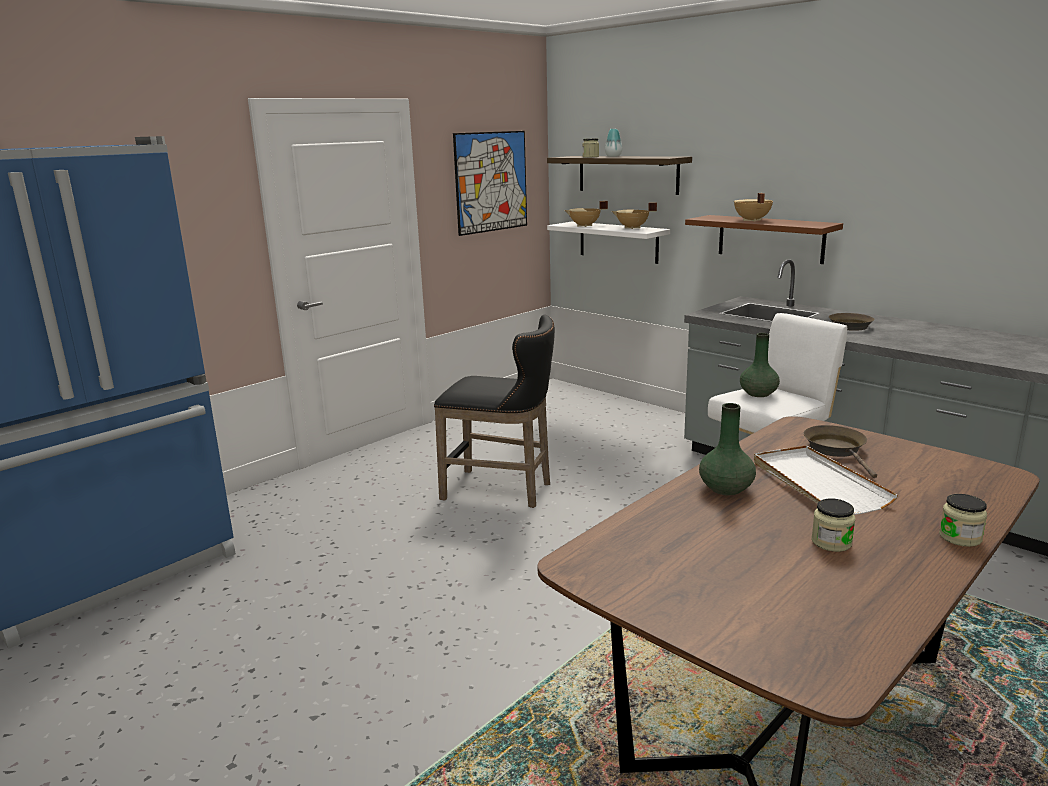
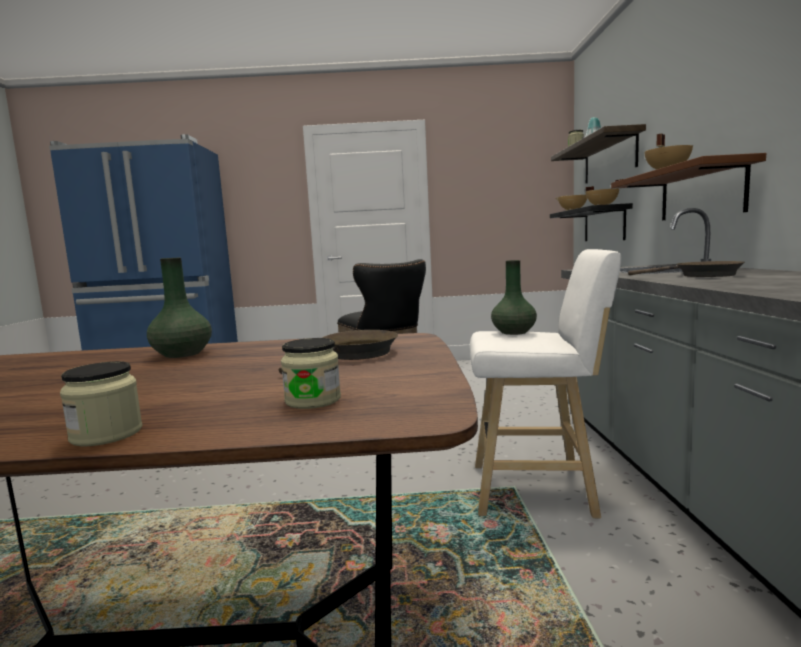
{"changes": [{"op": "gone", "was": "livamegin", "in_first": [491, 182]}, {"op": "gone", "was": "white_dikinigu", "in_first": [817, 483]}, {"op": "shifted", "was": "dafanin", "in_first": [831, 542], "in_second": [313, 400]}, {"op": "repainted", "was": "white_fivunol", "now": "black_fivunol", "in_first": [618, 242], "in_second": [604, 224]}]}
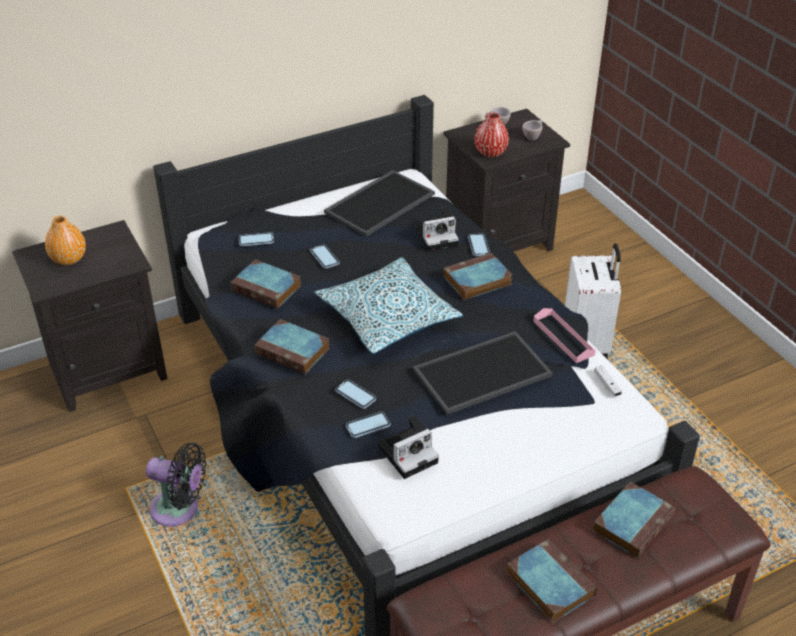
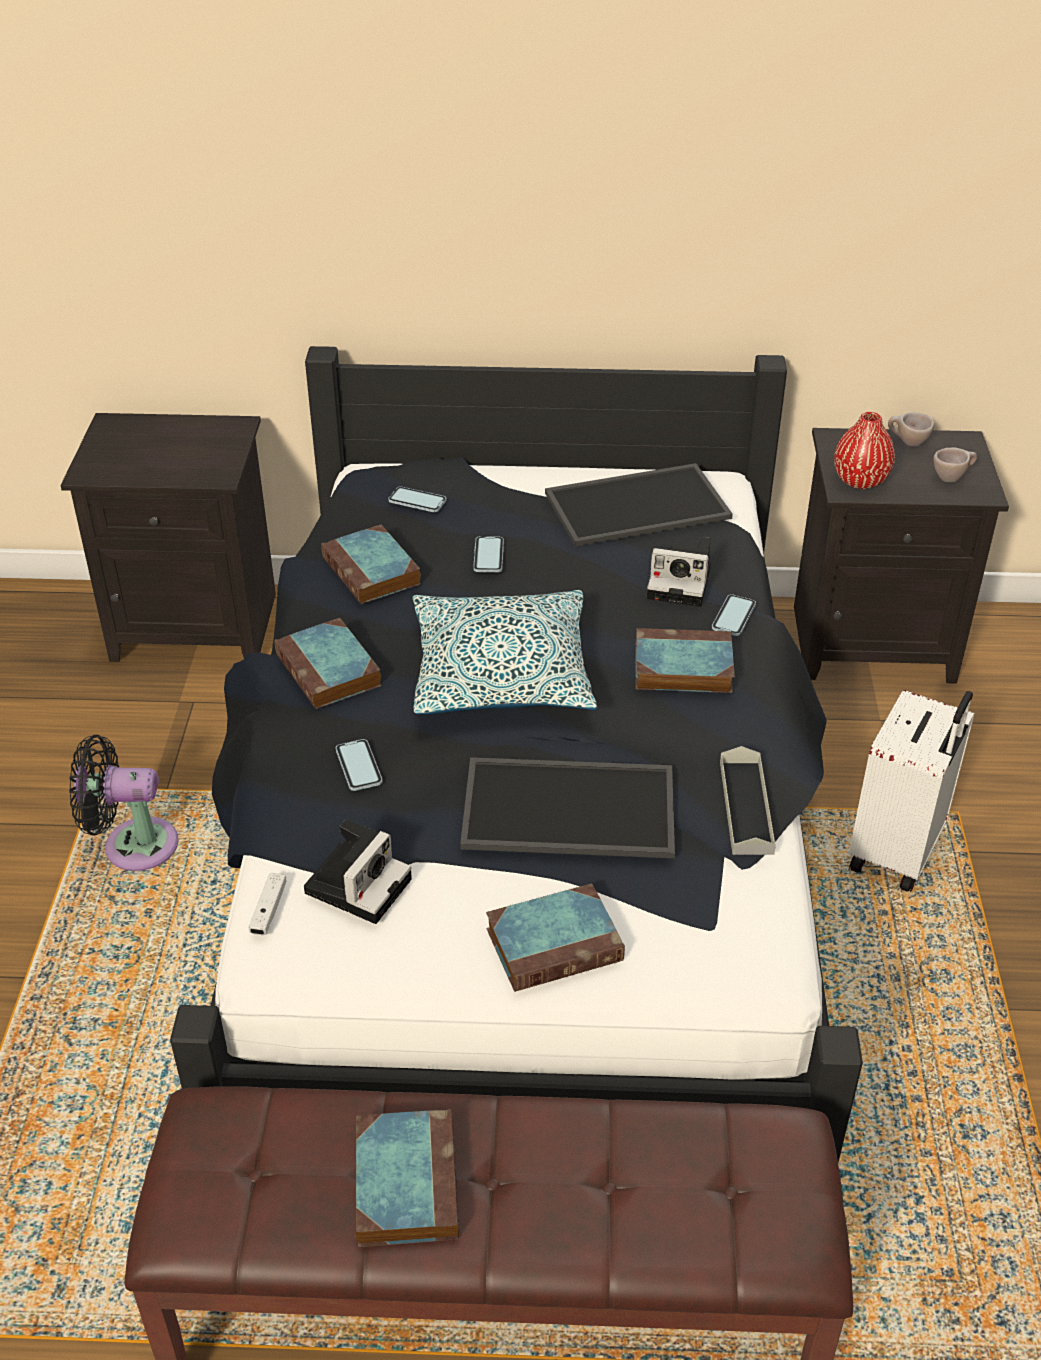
{"changes": [{"op": "gone", "was": "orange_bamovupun", "in_first": [68, 258]}, {"op": "gone", "was": "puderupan", "in_first": [368, 426]}, {"op": "shifted", "was": "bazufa", "in_first": [633, 522], "in_second": [556, 943]}, {"op": "shifted", "was": "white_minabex", "in_first": [607, 385], "in_second": [269, 910]}, {"op": "repainted", "was": "pink_dikinigu", "now": "grey_dikinigu", "in_first": [563, 338], "in_second": [746, 807]}, {"op": "rotated", "was": "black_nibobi", "in_first": [179, 510], "in_second": [133, 845], "clockwise": 135}, {"op": "rotated", "was": "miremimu", "in_first": [409, 453], "in_second": [359, 883], "clockwise": -60}]}
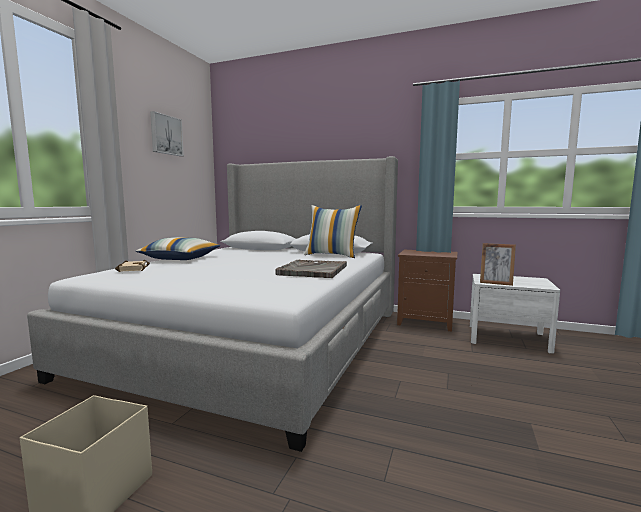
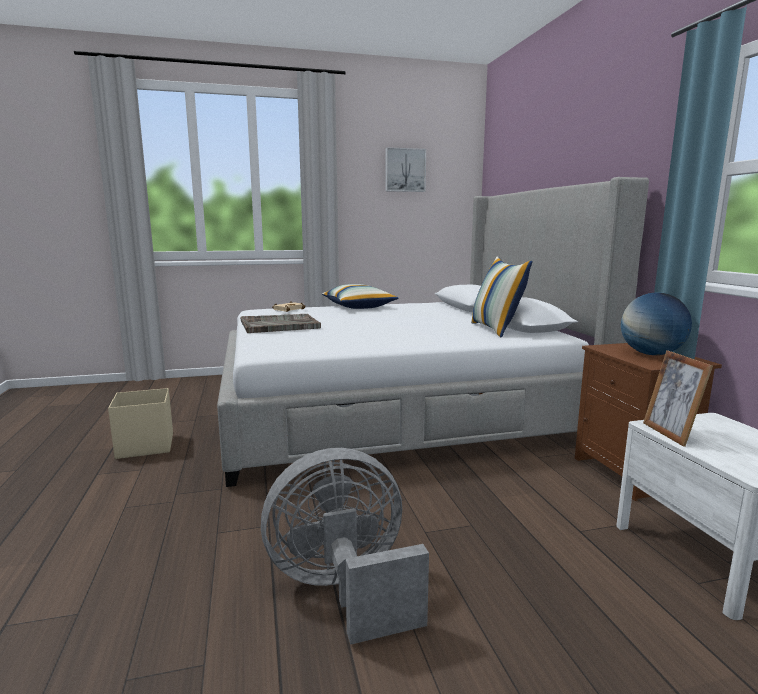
{"changes": [{"op": "new", "now": "grey_nibobi", "in_second": [344, 590]}, {"op": "new", "now": "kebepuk", "in_second": [651, 354]}, {"op": "shifted", "was": "grey_dikinigu", "in_first": [312, 270], "in_second": [278, 325]}]}
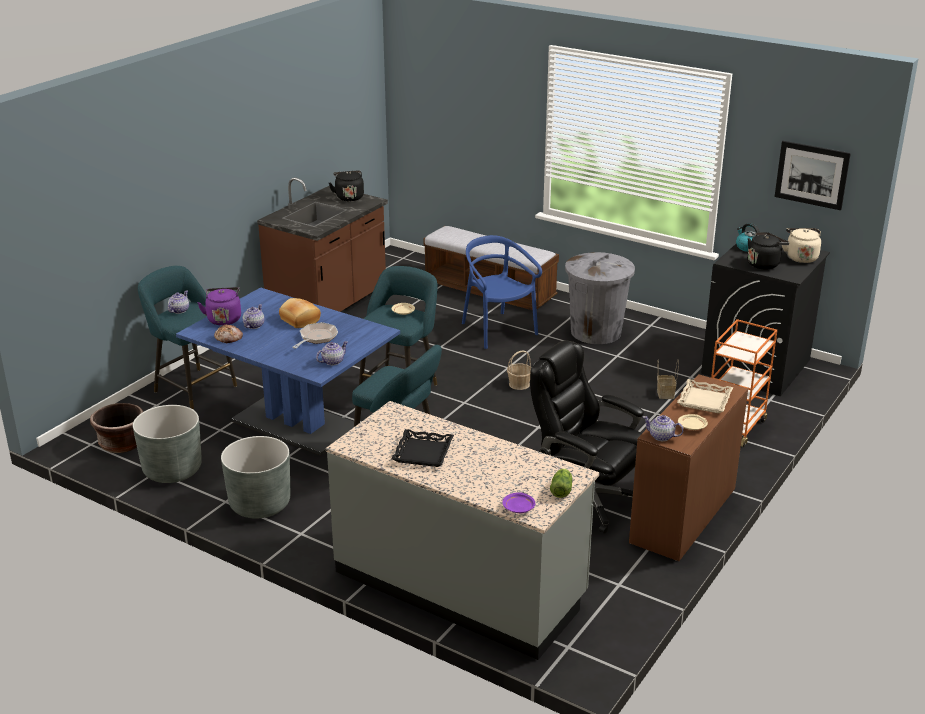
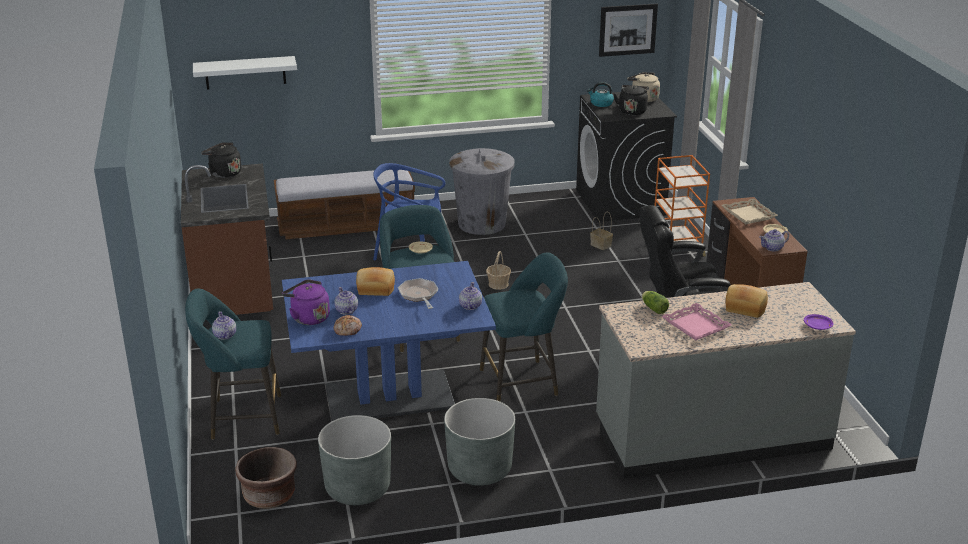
{"changes": [{"op": "new", "now": "white_fivunol", "in_second": [245, 72]}, {"op": "new", "now": "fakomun", "in_second": [745, 307]}, {"op": "shifted", "was": "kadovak", "in_first": [561, 489], "in_second": [653, 308]}, {"op": "repainted", "was": "black_dikinigu", "now": "pink_dikinigu", "in_first": [423, 453], "in_second": [696, 326]}]}
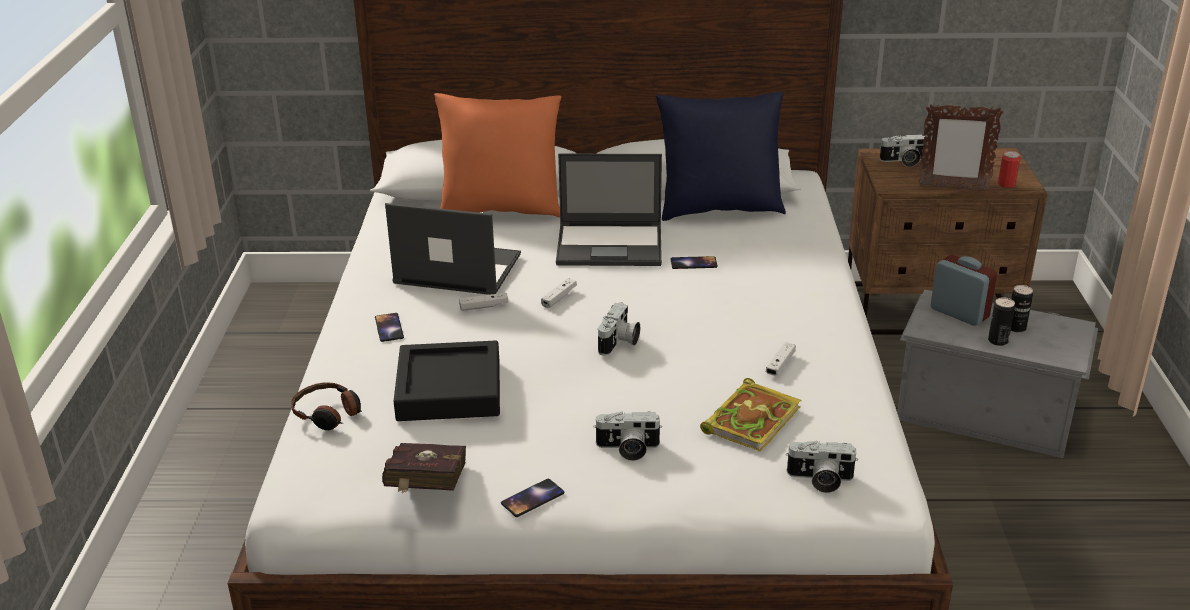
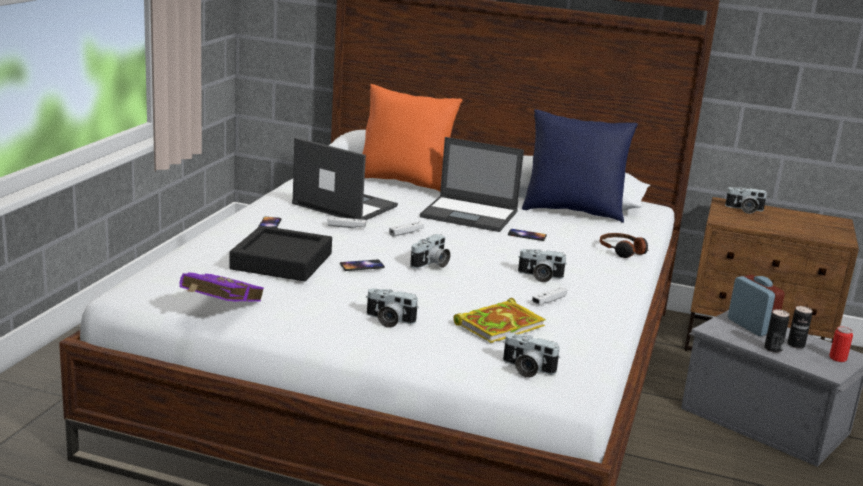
{"changes": [{"op": "gone", "was": "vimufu", "in_first": [952, 188]}, {"op": "new", "now": "miremimu", "in_second": [539, 277]}, {"op": "shifted", "was": "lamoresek", "in_first": [328, 414], "in_second": [623, 251]}, {"op": "shifted", "was": "puderupan", "in_first": [533, 498], "in_second": [362, 266]}, {"op": "shifted", "was": "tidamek", "in_first": [1006, 184], "in_second": [837, 358]}, {"op": "repainted", "was": "red_bazufa", "now": "purple_bazufa", "in_first": [426, 491], "in_second": [219, 309]}]}
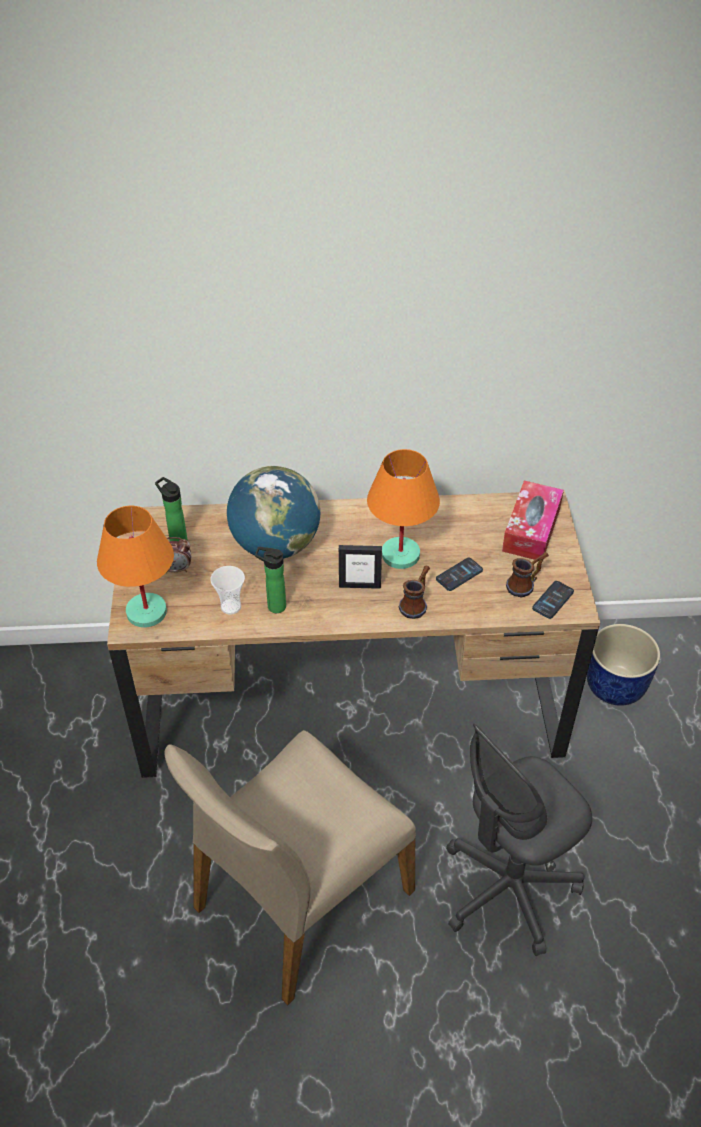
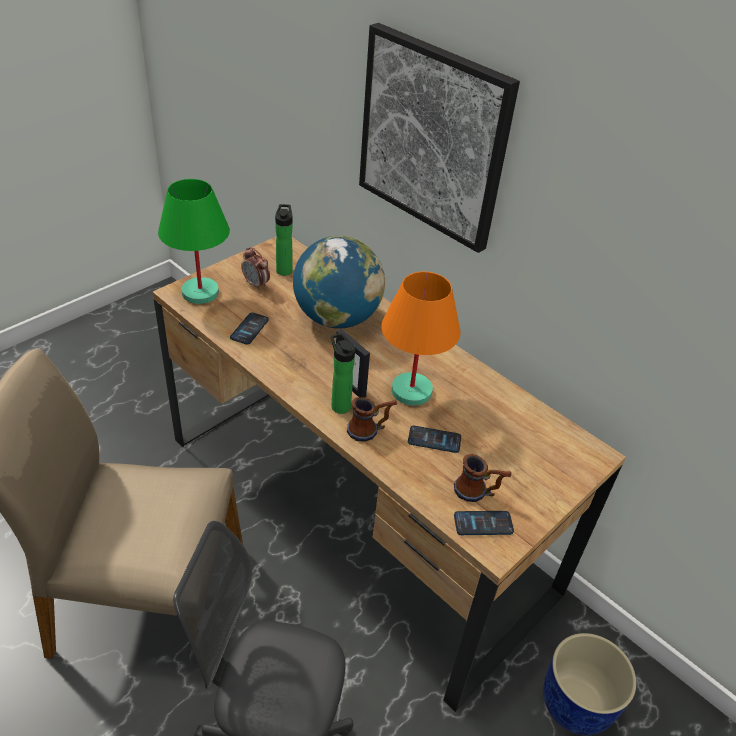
{"changes": [{"op": "gone", "was": "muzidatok", "in_first": [531, 529]}, {"op": "new", "now": "livamegin", "in_second": [433, 137]}, {"op": "shifted", "was": "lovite", "in_first": [273, 606], "in_second": [339, 405]}, {"op": "swapped", "was": "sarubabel", "now": "puderupan", "in_first": [231, 606], "in_second": [249, 329]}, {"op": "repainted", "was": "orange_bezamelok", "now": "green_bezamelok", "in_first": [146, 613], "in_second": [199, 293]}]}
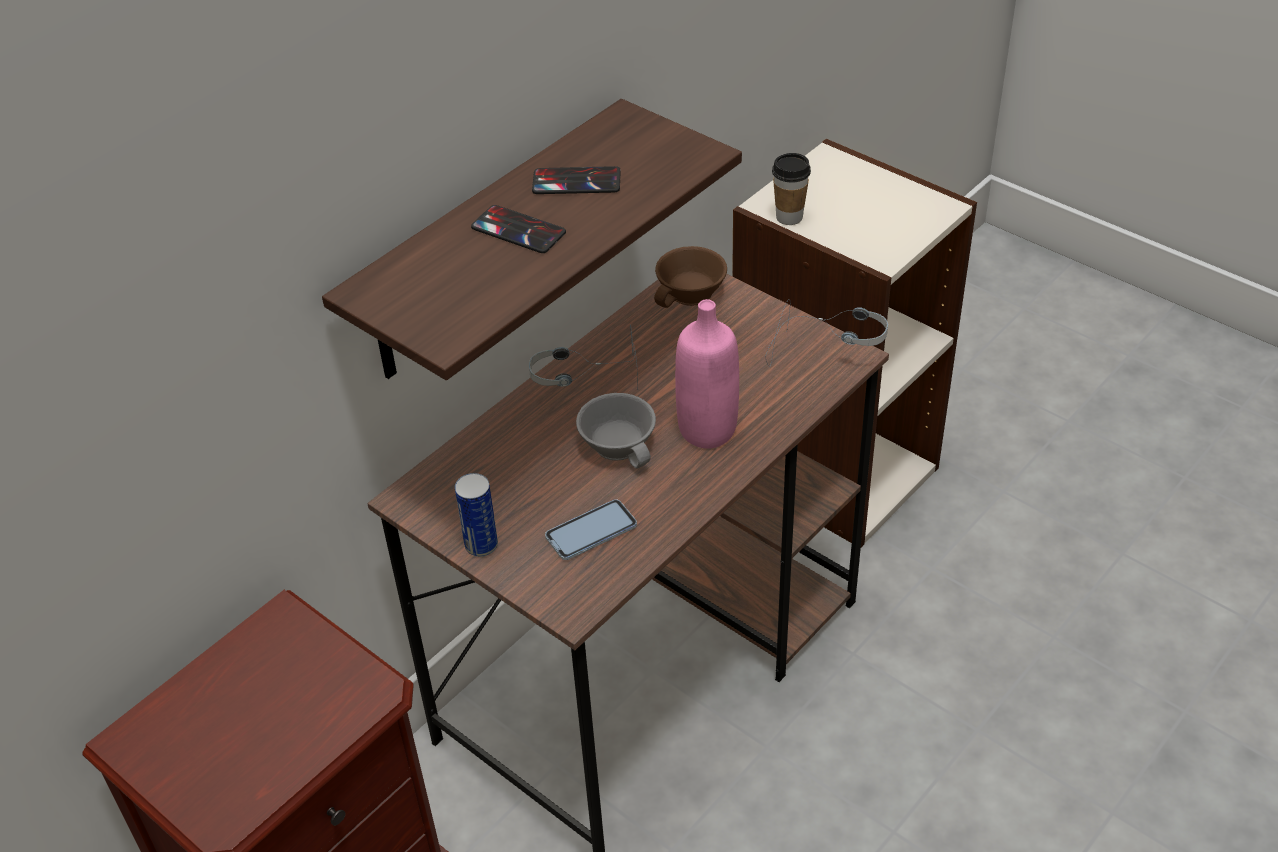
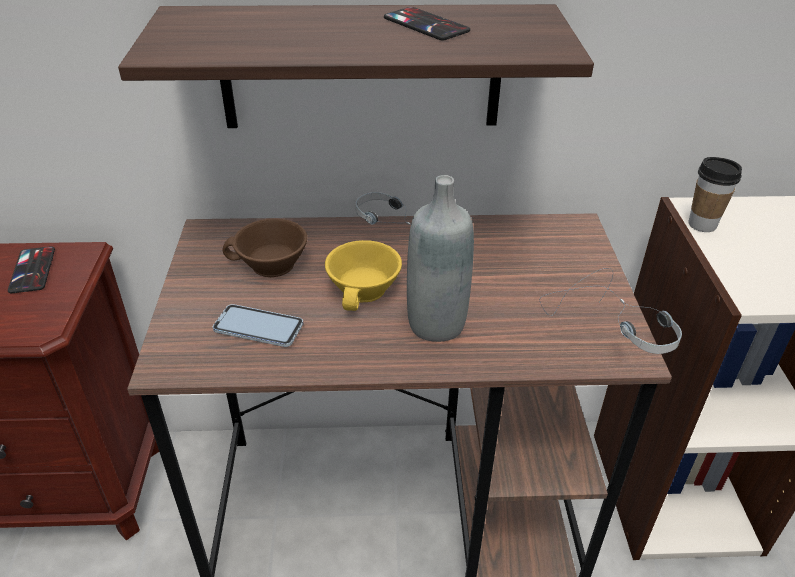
{"changes": [{"op": "gone", "was": "tidamek", "in_first": [481, 545]}, {"op": "shifted", "was": "puderupan", "in_first": [518, 230], "in_second": [32, 270]}, {"op": "shifted", "was": "brown_sarubabel", "in_first": [691, 295], "in_second": [270, 266]}, {"op": "repainted", "was": "grey_sarubabel", "now": "yellow_sarubabel", "in_first": [621, 444], "in_second": [366, 290]}, {"op": "repainted", "was": "pink_lovite", "now": "grey_lovite", "in_first": [707, 430], "in_second": [436, 324]}]}
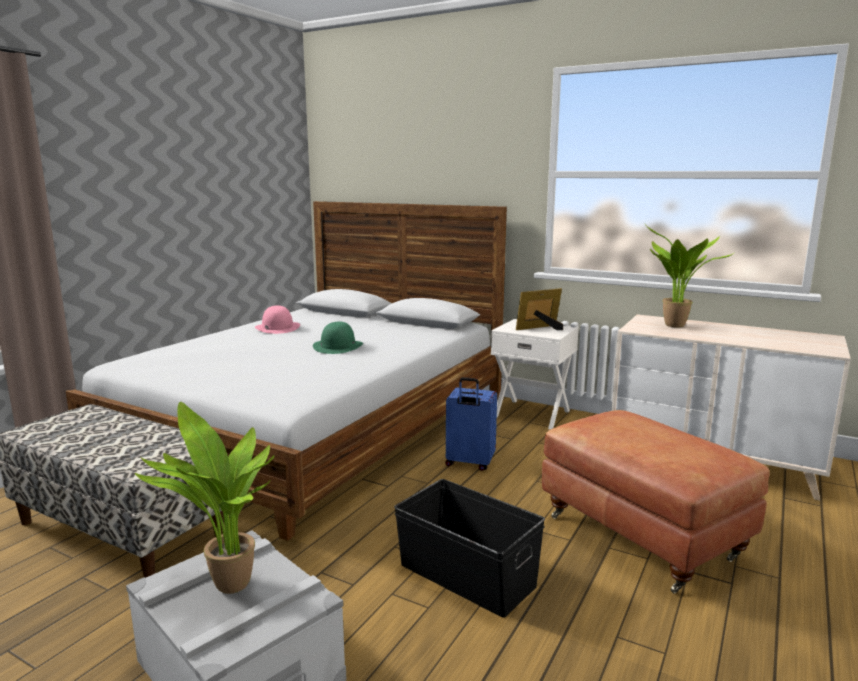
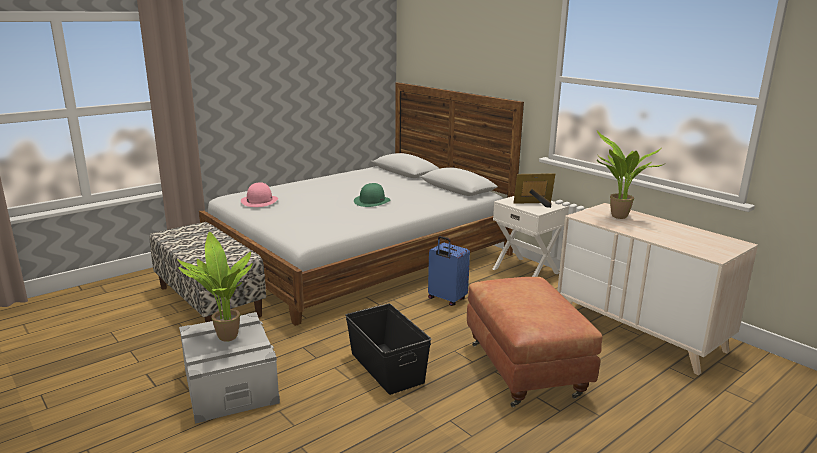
{"changes": [{"op": "shifted", "was": "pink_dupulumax", "in_first": [277, 327], "in_second": [259, 201]}]}
